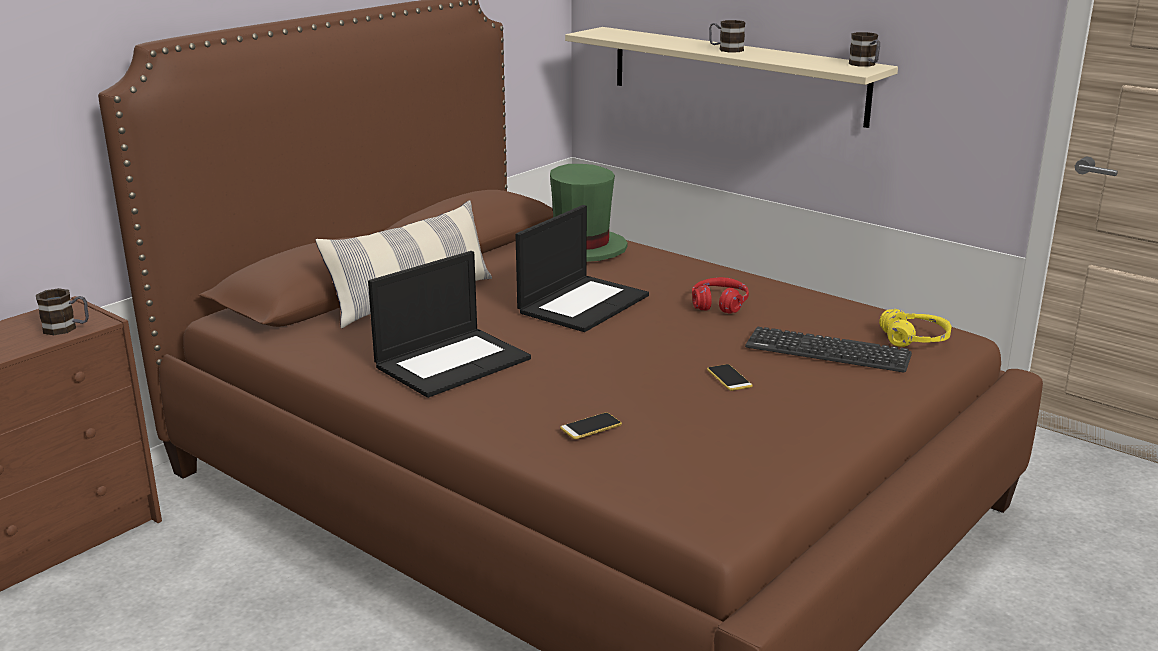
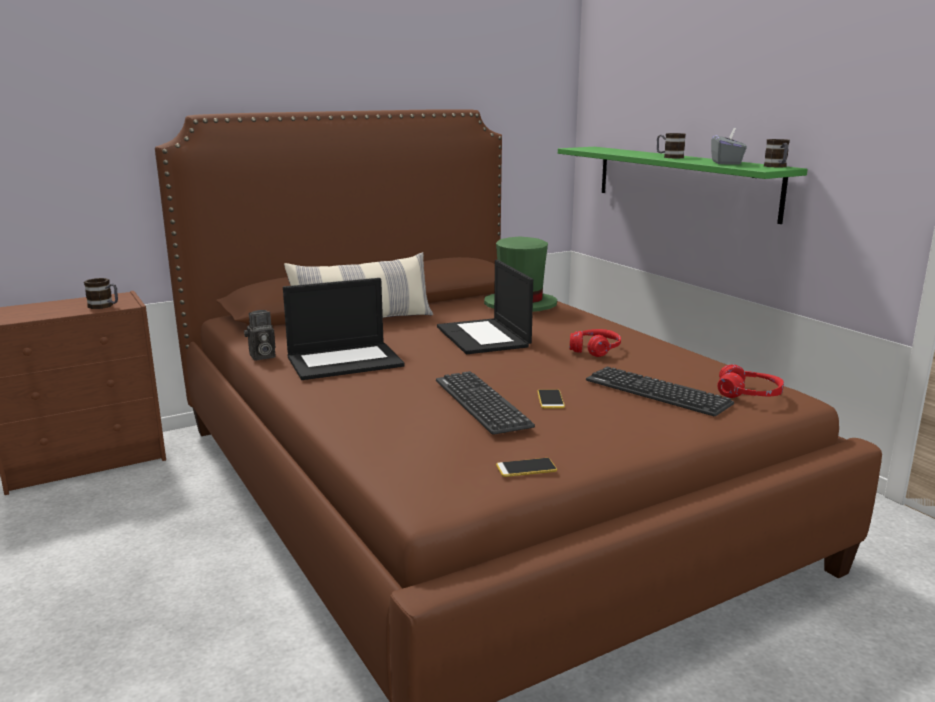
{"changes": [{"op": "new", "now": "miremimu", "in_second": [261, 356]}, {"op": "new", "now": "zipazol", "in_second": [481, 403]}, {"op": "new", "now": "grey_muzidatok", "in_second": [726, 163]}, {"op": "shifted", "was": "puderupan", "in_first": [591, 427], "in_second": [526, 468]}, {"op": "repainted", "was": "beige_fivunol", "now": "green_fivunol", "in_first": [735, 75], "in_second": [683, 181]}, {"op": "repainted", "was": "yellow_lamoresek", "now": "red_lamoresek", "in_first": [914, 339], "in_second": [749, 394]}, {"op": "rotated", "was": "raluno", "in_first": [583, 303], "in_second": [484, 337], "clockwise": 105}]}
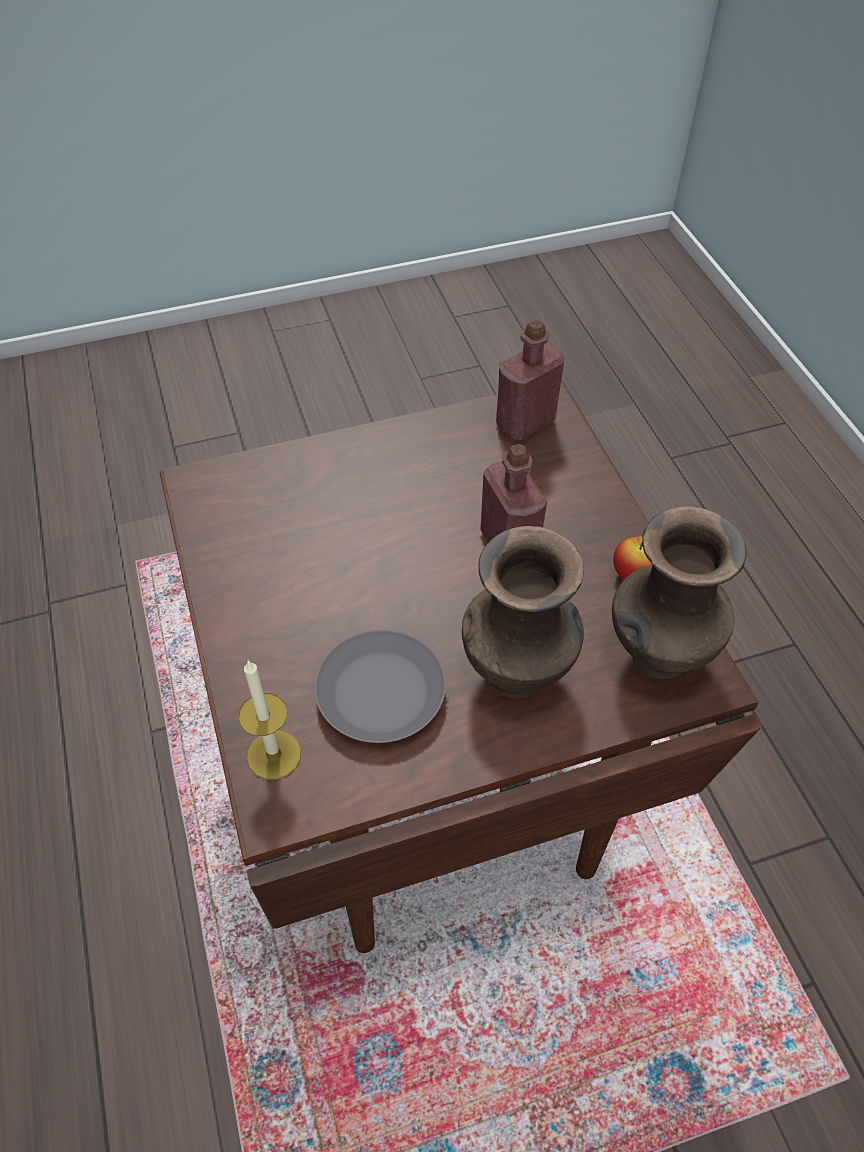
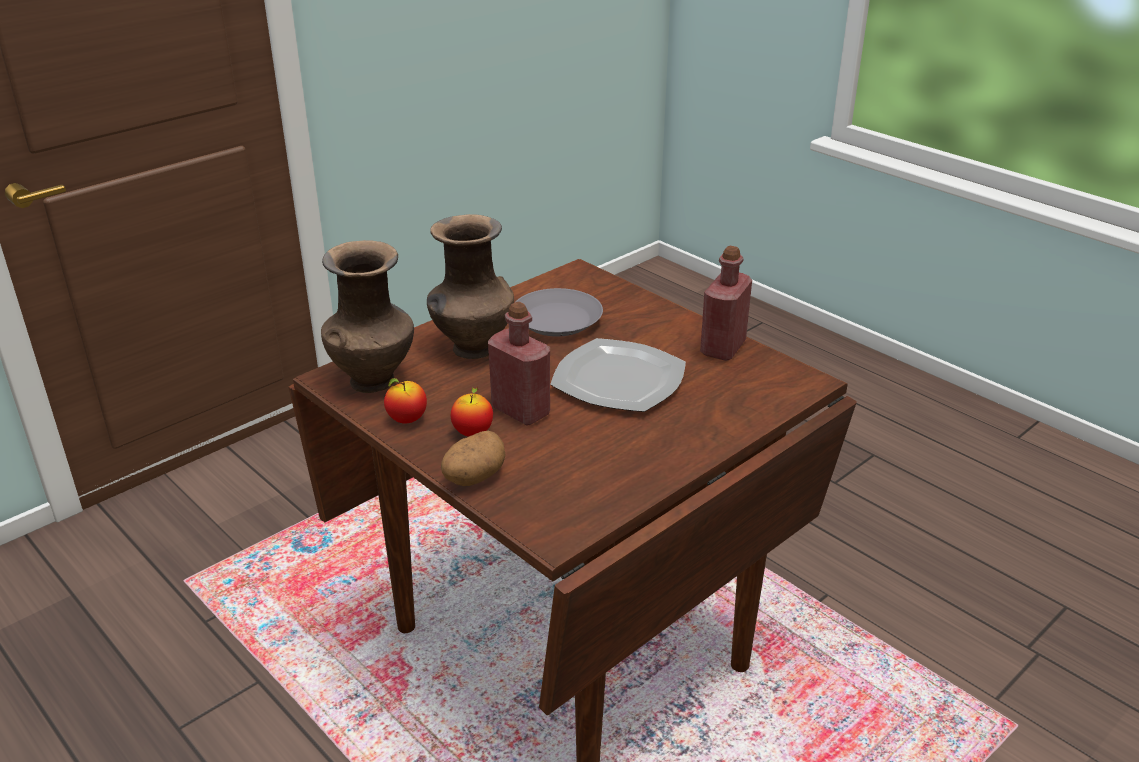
{"changes": [{"op": "gone", "was": "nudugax", "in_first": [274, 755]}, {"op": "new", "now": "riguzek", "in_second": [473, 477]}, {"op": "new", "now": "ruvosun", "in_second": [473, 433]}, {"op": "new", "now": "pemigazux", "in_second": [619, 380]}, {"op": "shifted", "was": "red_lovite", "in_first": [525, 423], "in_second": [723, 348]}]}
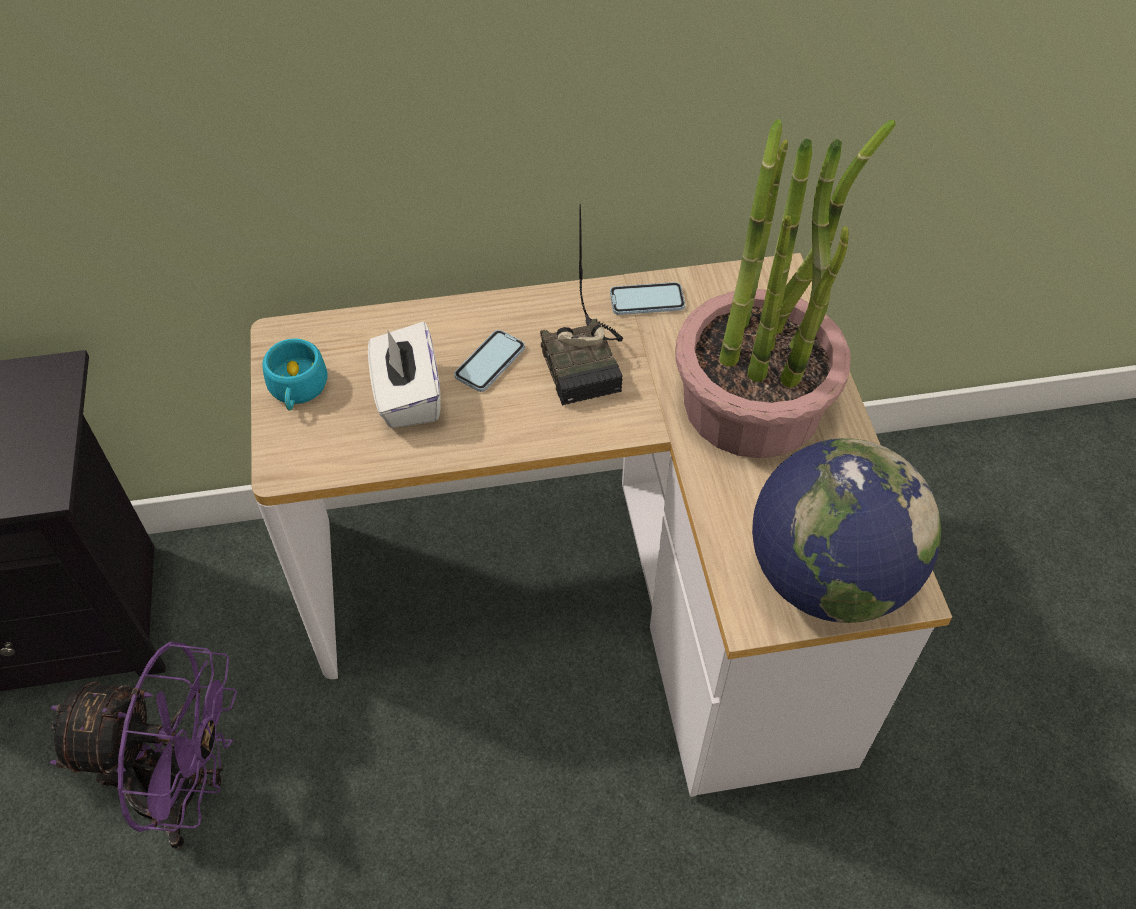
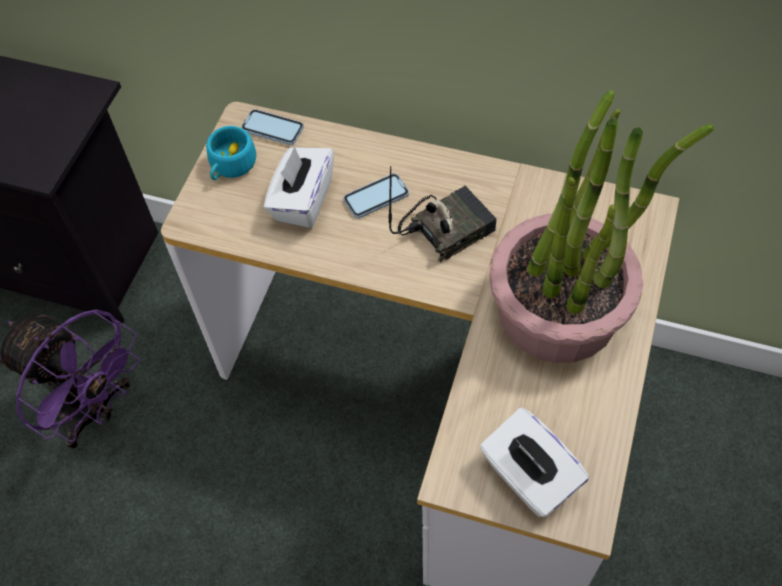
{"changes": [{"op": "shifted", "was": "puderupan", "in_first": [647, 300], "in_second": [272, 128]}, {"op": "swapped", "was": "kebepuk", "now": "white_muzidatok", "in_first": [827, 577], "in_second": [528, 476]}, {"op": "rotated", "was": "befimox", "in_first": [586, 365], "in_second": [446, 228], "clockwise": -135}]}
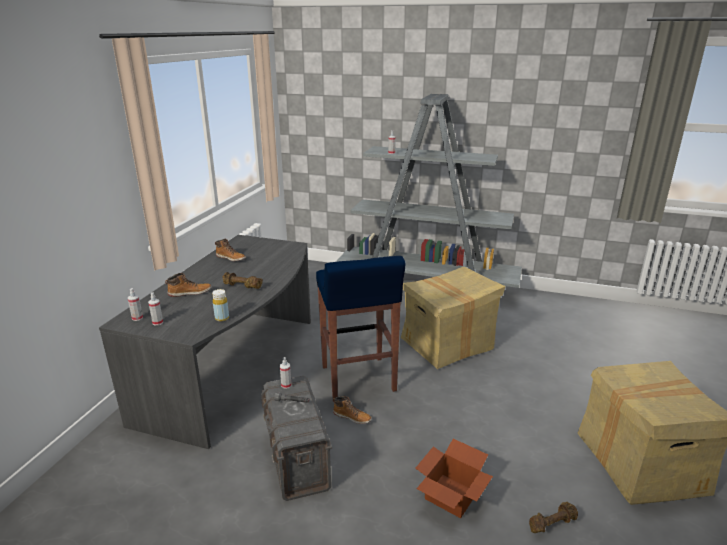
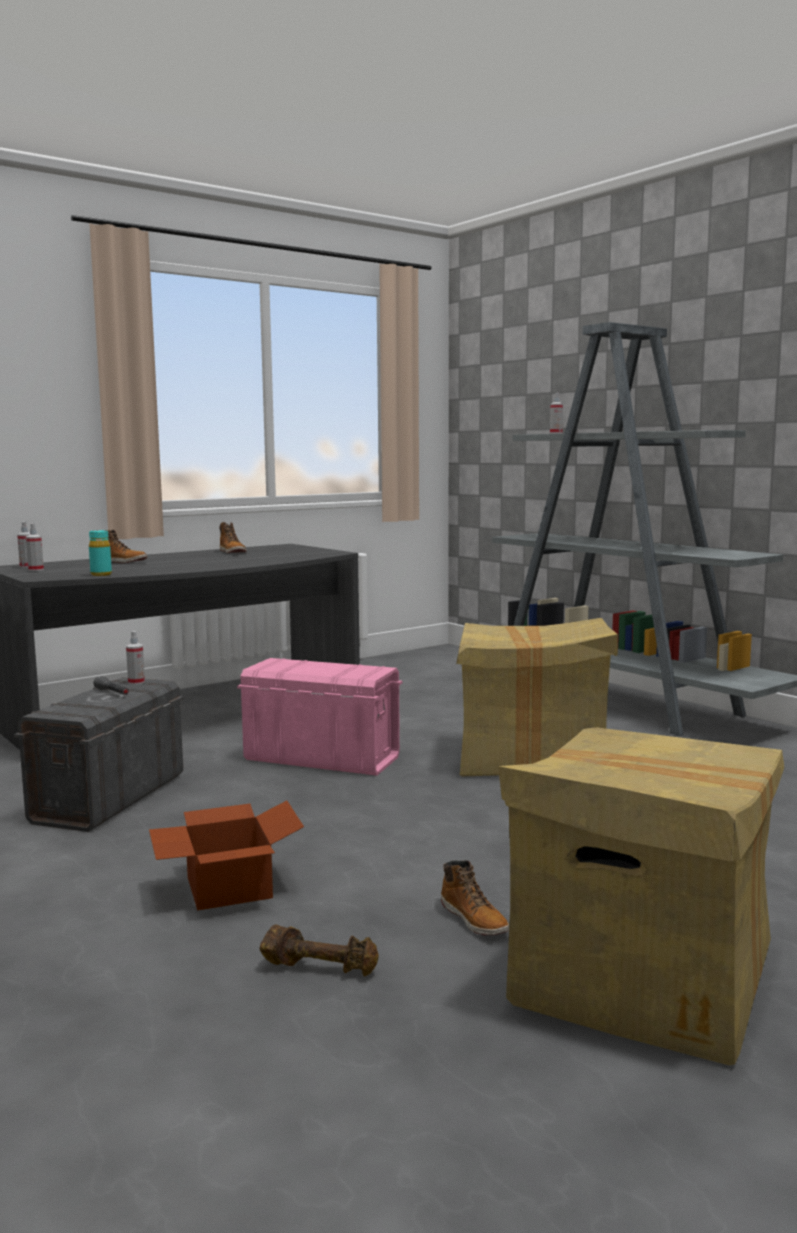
{"changes": [{"op": "gone", "was": "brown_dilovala", "in_first": [242, 286]}, {"op": "shifted", "was": "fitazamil", "in_first": [352, 417], "in_second": [474, 919]}, {"op": "swapped", "was": "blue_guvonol", "now": "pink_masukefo", "in_first": [358, 379], "in_second": [321, 758]}, {"op": "repainted", "was": "yellow_lovite", "now": "turquoise_lovite", "in_first": [222, 318], "in_second": [101, 574]}]}
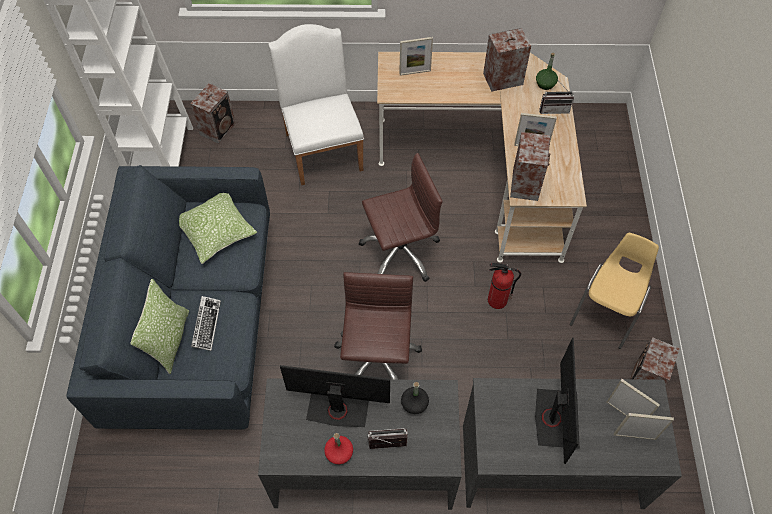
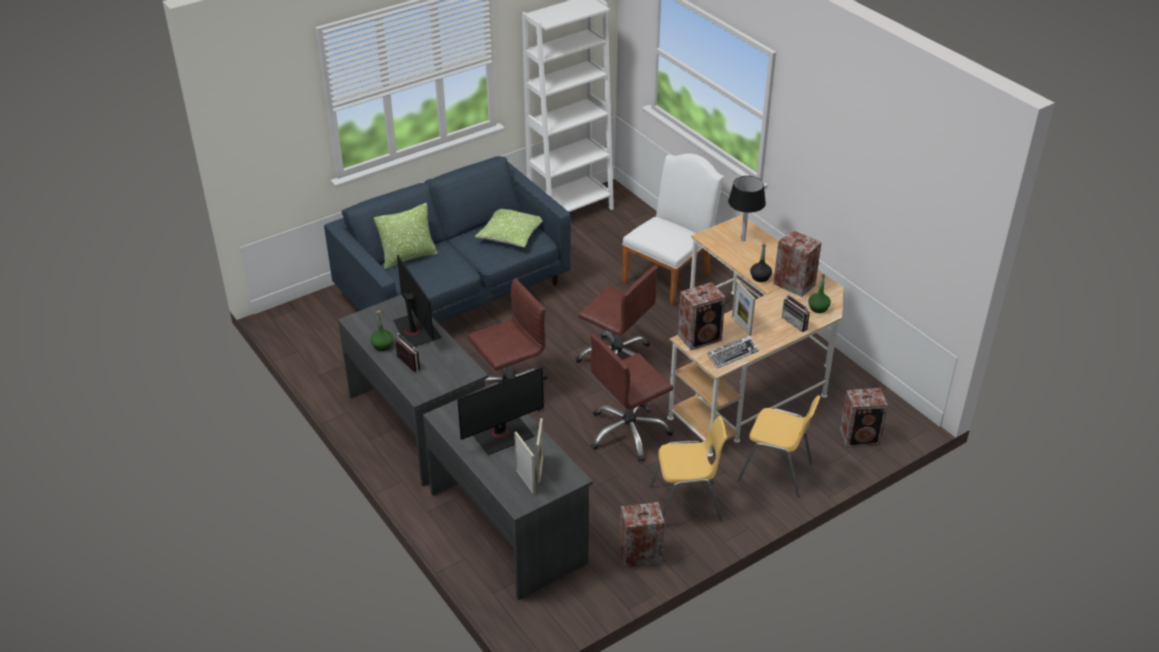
{"changes": [{"op": "new", "now": "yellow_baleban", "in_second": [776, 472]}, {"op": "shifted", "was": "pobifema", "in_first": [218, 128], "in_second": [861, 437]}, {"op": "shifted", "was": "zipazol", "in_first": [206, 325], "in_second": [732, 354]}, {"op": "shifted", "was": "black_lovite", "in_first": [414, 404], "in_second": [760, 277]}, {"op": "swapped", "was": "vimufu", "now": "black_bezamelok", "in_first": [415, 72], "in_second": [743, 240]}, {"op": "swapped", "was": "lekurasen", "now": "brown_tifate", "in_first": [496, 300], "in_second": [628, 433]}, {"op": "repainted", "was": "red_lovite", "now": "green_lovite", "in_first": [339, 453], "in_second": [382, 345]}]}
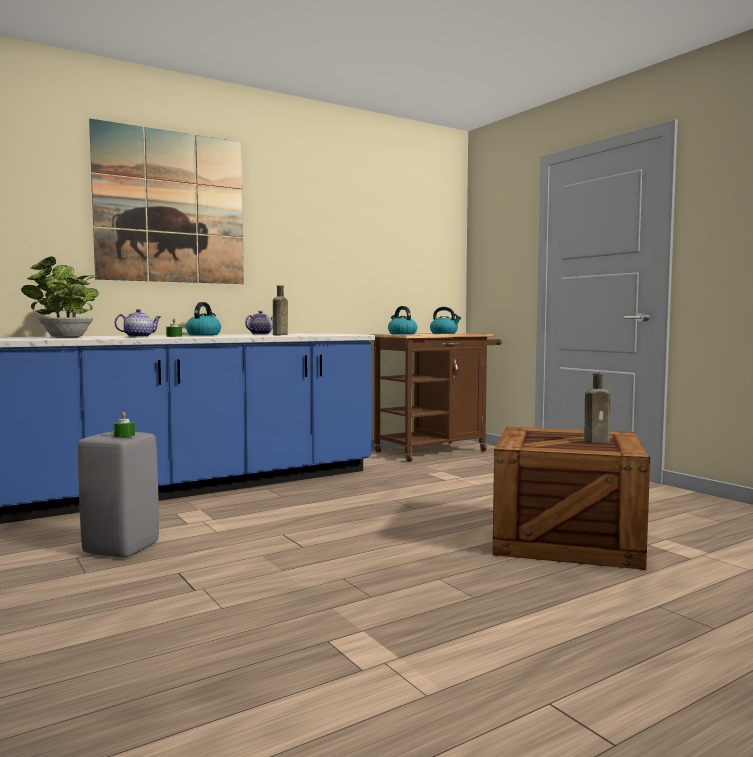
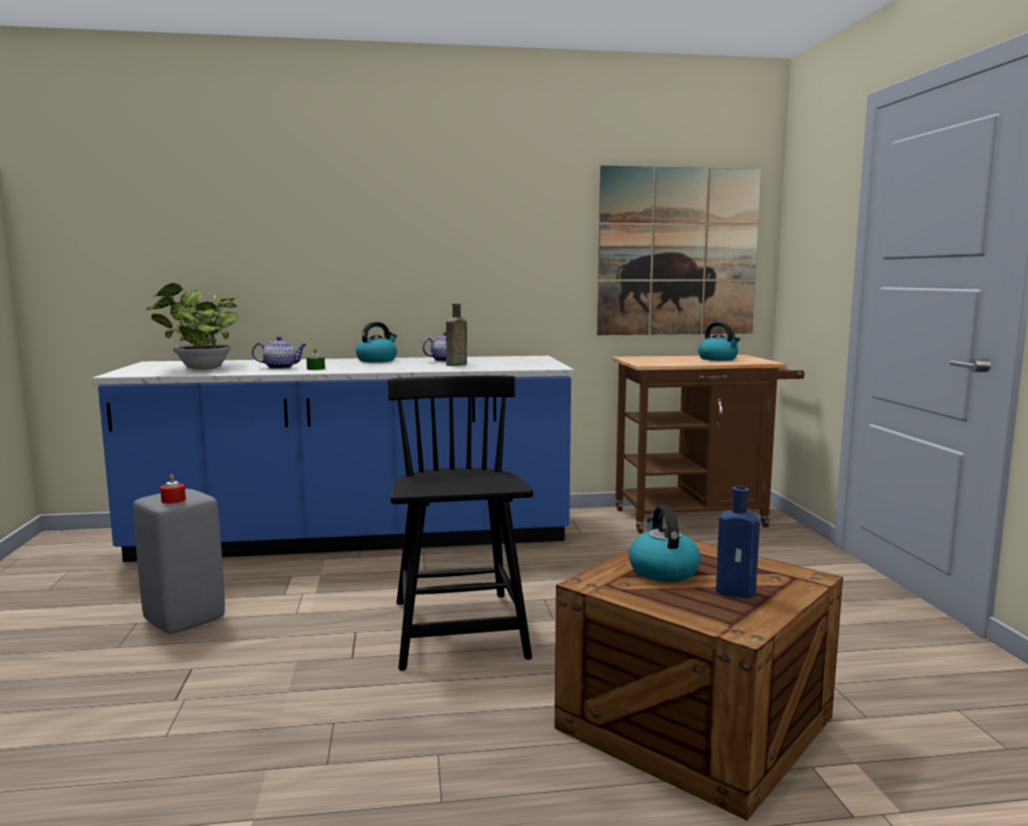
{"changes": [{"op": "new", "now": "black_baleban", "in_second": [458, 631]}, {"op": "shifted", "was": "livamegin", "in_first": [171, 207], "in_second": [677, 252]}, {"op": "shifted", "was": "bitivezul", "in_first": [402, 334], "in_second": [662, 571]}, {"op": "repainted", "was": "green_nudugax", "now": "red_nudugax", "in_first": [124, 435], "in_second": [173, 500]}, {"op": "repainted", "was": "brown_lovite", "now": "blue_lovite", "in_first": [598, 441], "in_second": [738, 592]}]}
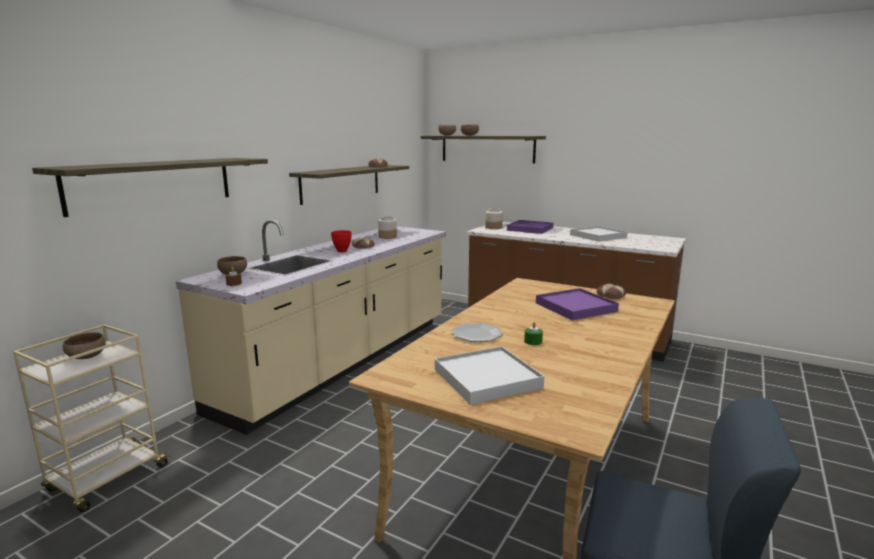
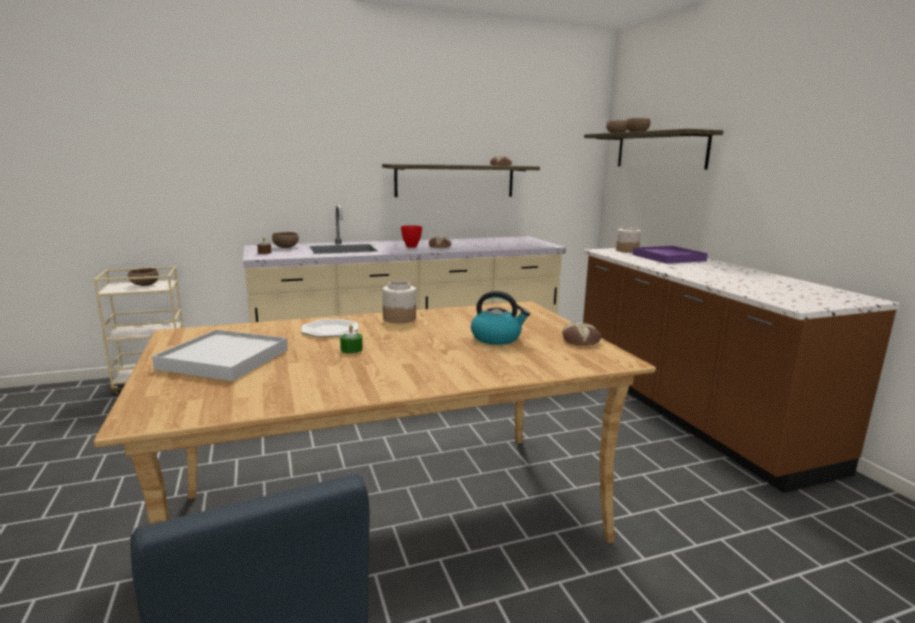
{"changes": [{"op": "gone", "was": "fivunol", "in_first": [153, 184]}, {"op": "gone", "was": "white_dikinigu", "in_first": [597, 236]}, {"op": "shifted", "was": "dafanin", "in_first": [387, 237], "in_second": [399, 318]}, {"op": "swapped", "was": "purple_dikinigu", "now": "bitivezul", "in_first": [575, 307], "in_second": [497, 338]}]}
